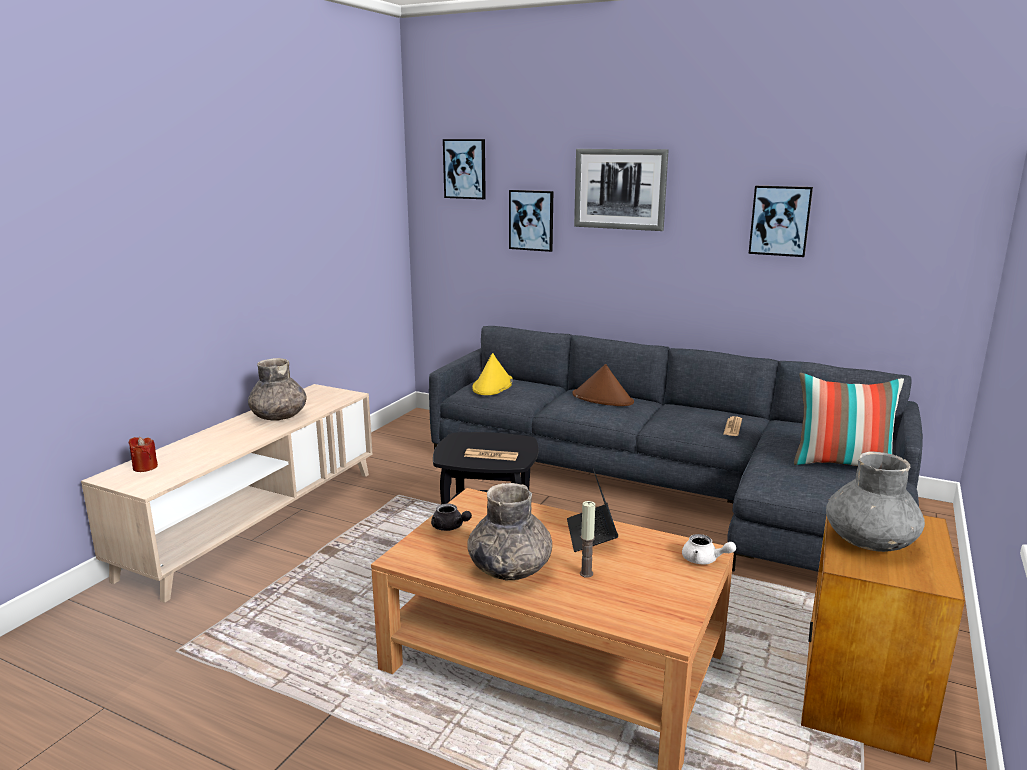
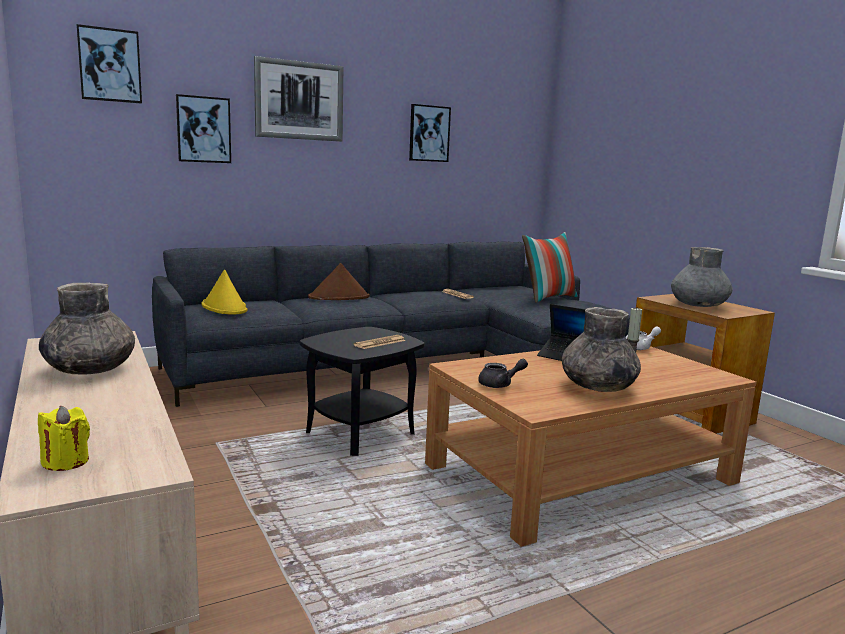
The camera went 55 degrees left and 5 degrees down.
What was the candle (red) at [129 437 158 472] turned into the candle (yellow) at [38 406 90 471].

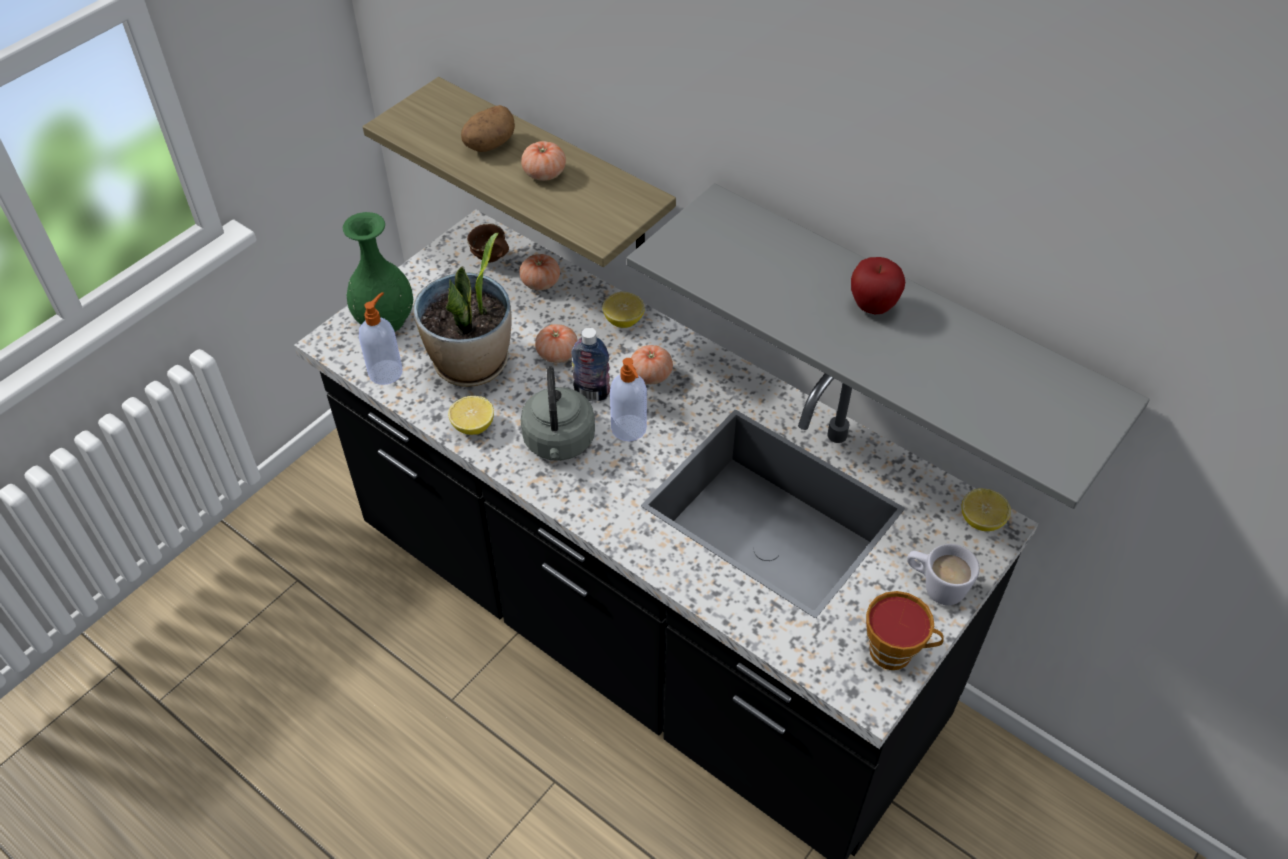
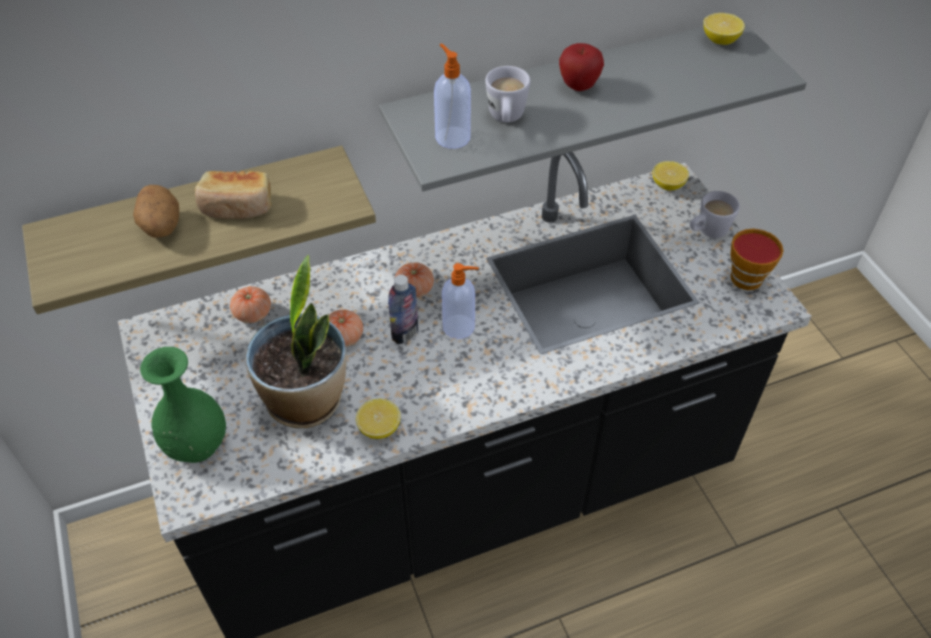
The camera went 60 degrees left and 0 degrees up.
Where the tomato stood at [521 141 566 181], the bread came to stand at [195 171 271 219].
The second view lost the mug (brown) at [467 223 509 263].
The soap dispenser ended up elsewhere, having gone from [359 292 403 385] to [434 43 471 149].
The lemon ended up elsewhere, having gone from [602 292 645 328] to [703 13 745 45].
The second view lost the kettle (grey) at [520 366 595 461].
The second view gained the mug (white) at [485 66 530 122].

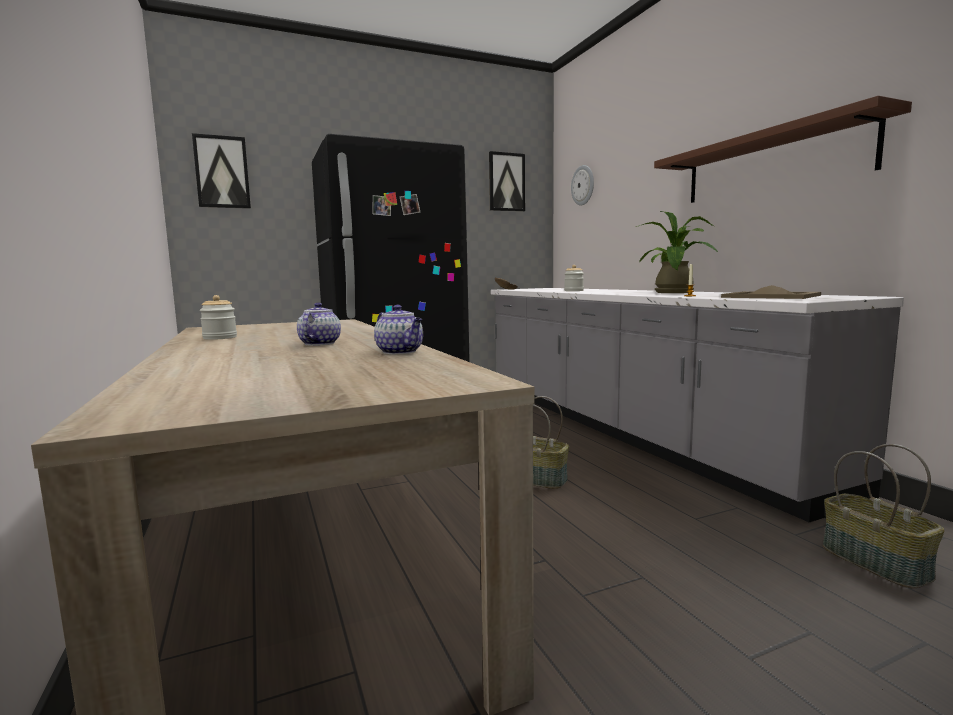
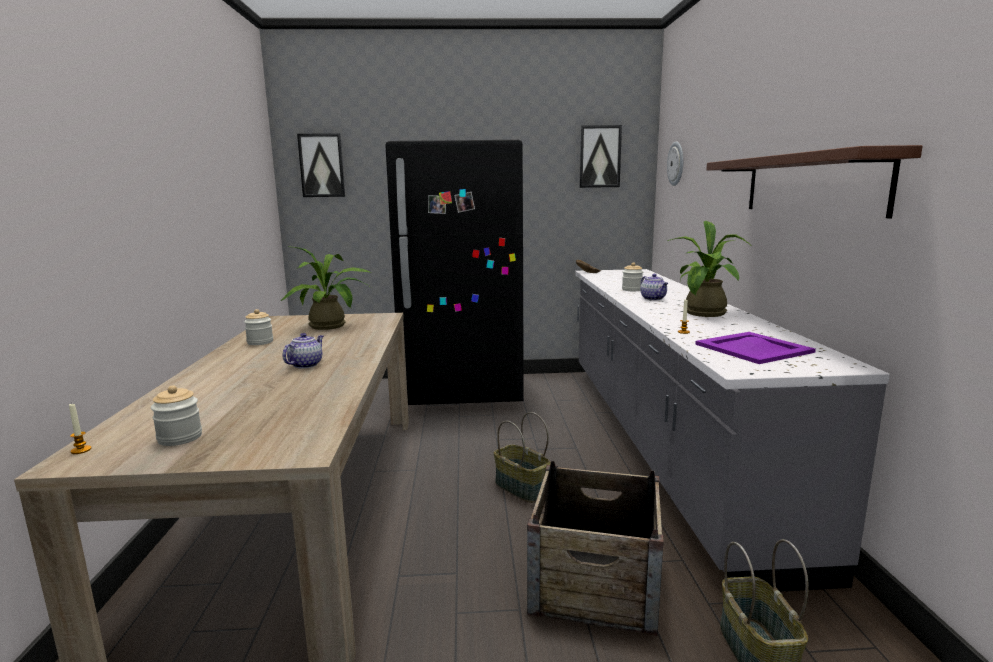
The camera went 20 degrees right and 5 degrees up.
What was the tray (beige) at [721 285 821 299] turned into the tray (purple) at [695 332 816 364].
The teapot ended up elsewhere, having gone from [374 305 423 354] to [640 274 668 300].
The second view gained the potted plant at [280 246 372 330].
The second view gained the jar at [151 385 202 446].
The second view gained the candle at [69 403 91 454].
The second view gained the crate at [527 461 664 636].

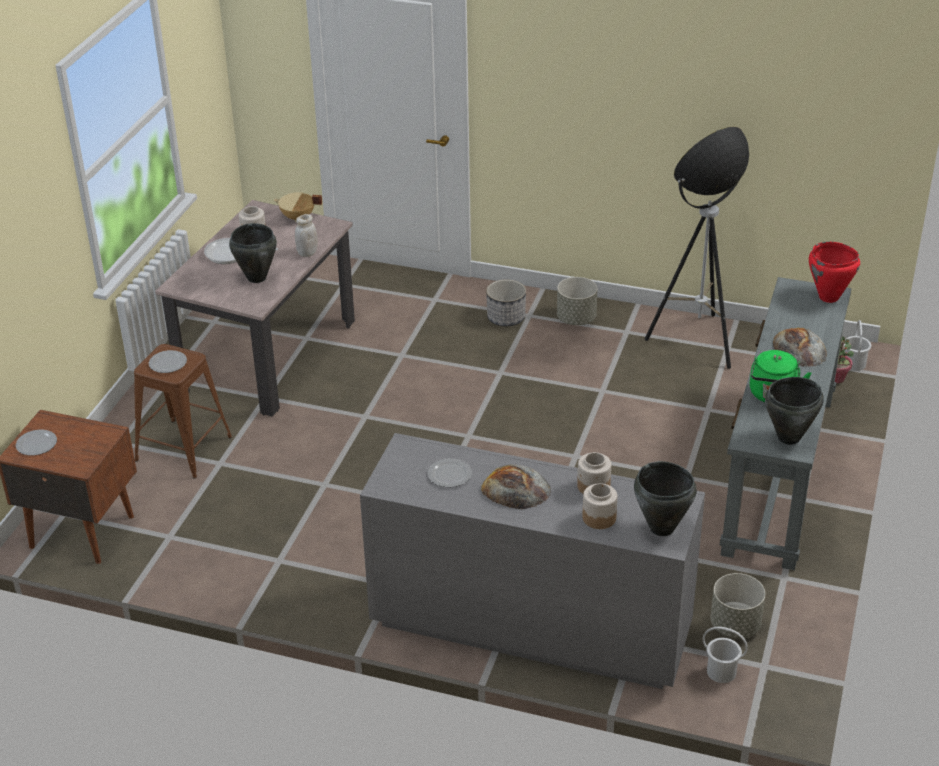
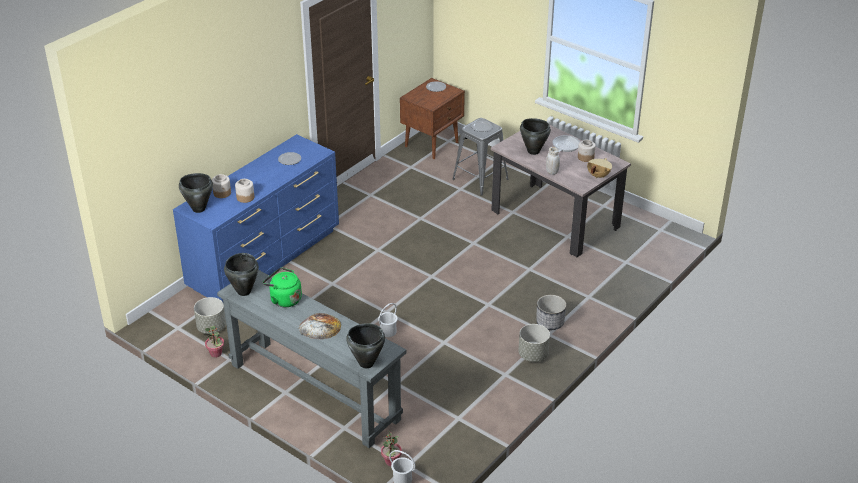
The camera went 110 degrees right and 0 degrees up.
The second view lost the floor lamp at [645 126 749 369].
What was the cooking pot (red) at [809 242 860 303] turned into the cooking pot (black) at [346 323 385 368].
What was the stool (brown) at [134 344 232 479] turned into the stool (grey) at [452 118 508 196].
What was the dresser (grey) at [360 433 705 689] turned into the dresser (blue) at [173 134 339 302].
The second view lost the bread at [481 465 551 509].
The bucket (white) ended up elsewhere, having gone from [703 627 748 683] to [378 303 398 337].
The second view gained the potted plant at [205 326 224 358].

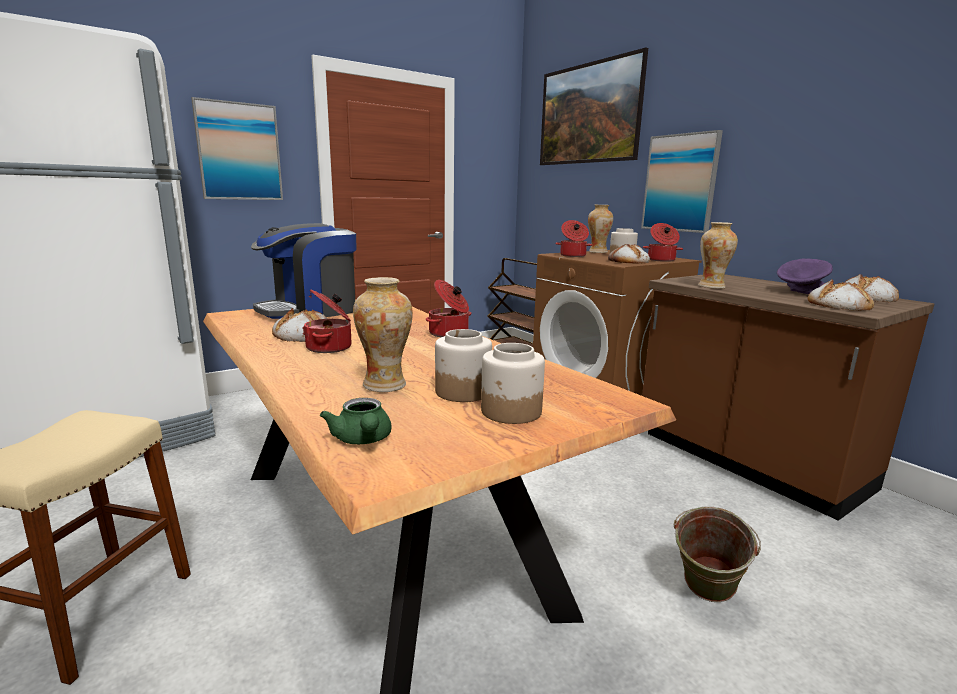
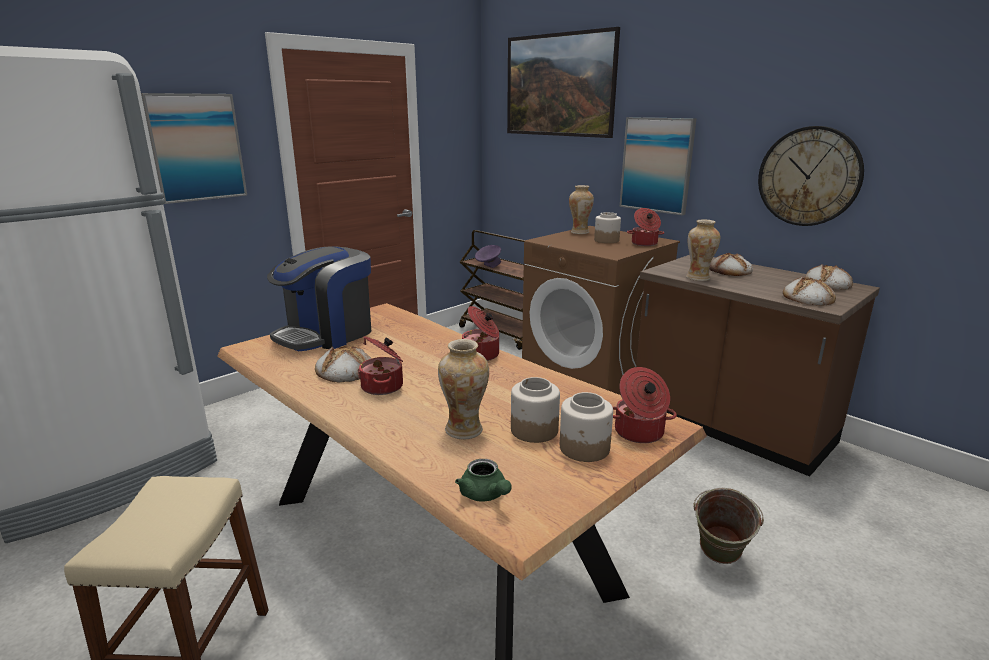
The camera went 10 degrees left and 5 degrees up.
The cooking pot ended up elsewhere, having gone from [555 220 593 257] to [613 367 677 443].
The bread ended up elsewhere, having gone from [608 244 650 264] to [709 253 753 276].
The bowl (purple) ended up elsewhere, having gone from [777 258 833 294] to [475 245 501 268].
The second view gained the wall clock at [758 126 864 226].

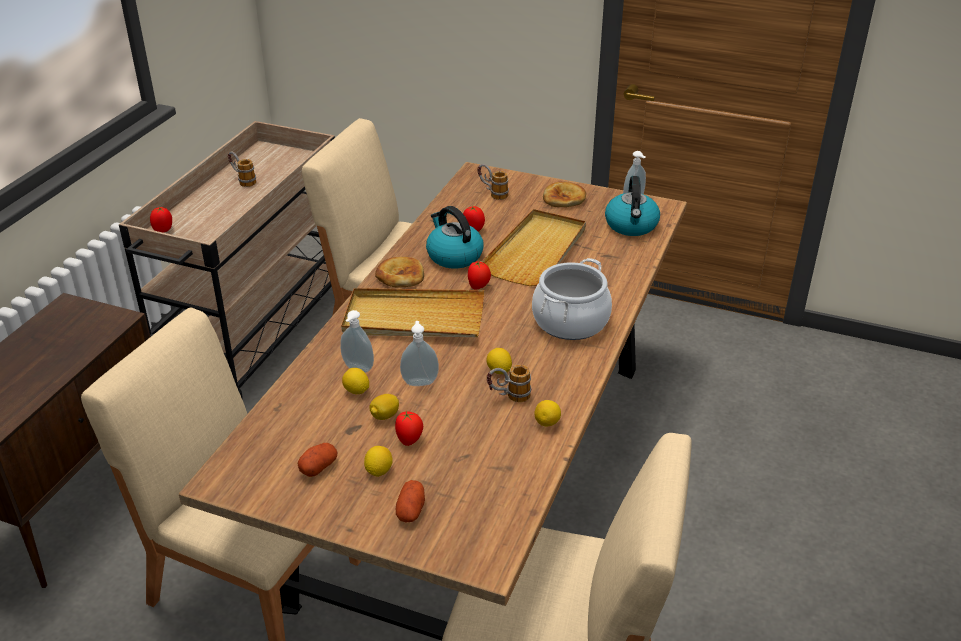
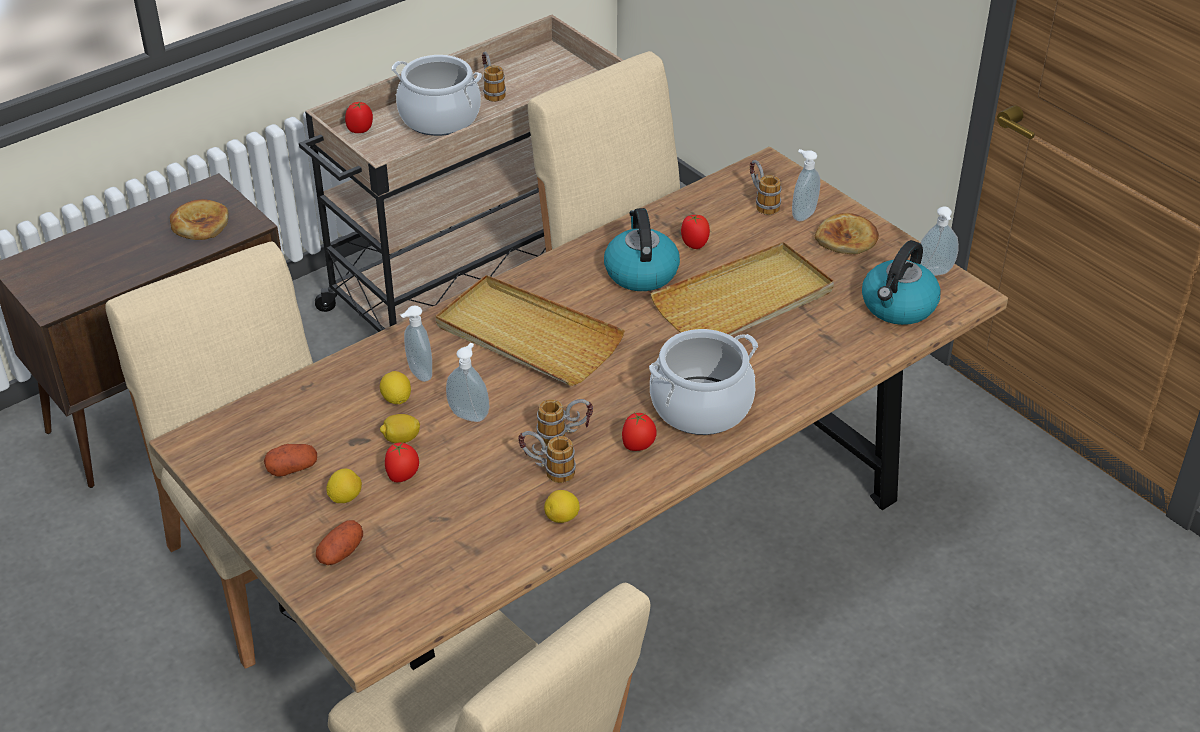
The camera went 30 degrees right and 5 degrees up.
The bread ended up elsewhere, having gone from [375 257 424 288] to [170 199 229 240].
The tomato ended up elsewhere, having gone from [468 261 491 290] to [622 413 656 451].
Where the lemon stood at [486 348 512 374], the mug came to stand at [536 399 593 445].
The second view gained the cooking pot at [392 55 482 136].
The second view gained the soap dispenser at [792 149 820 221].

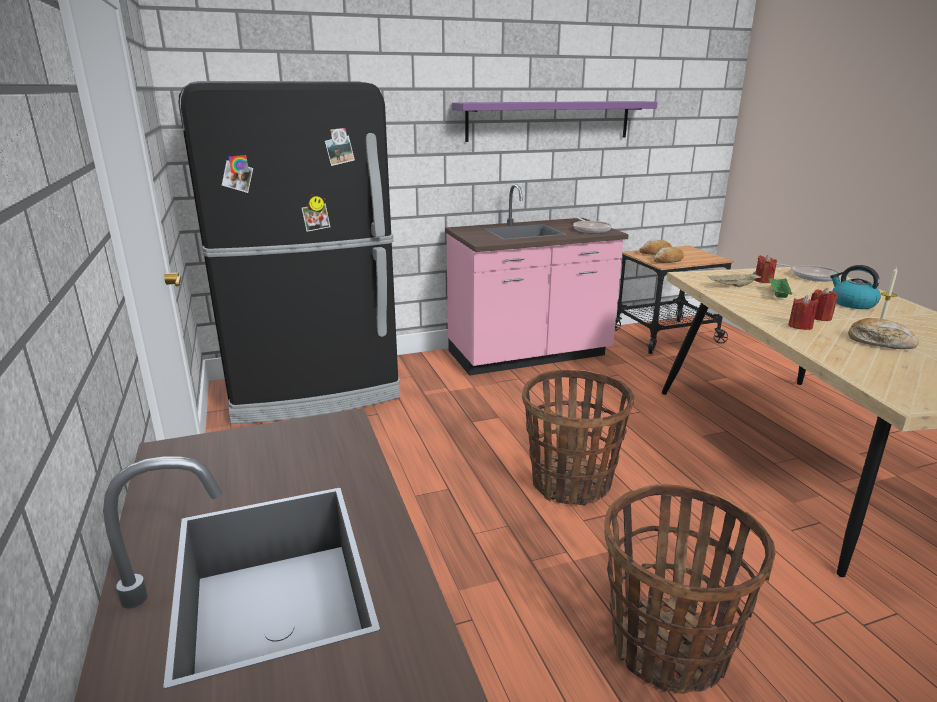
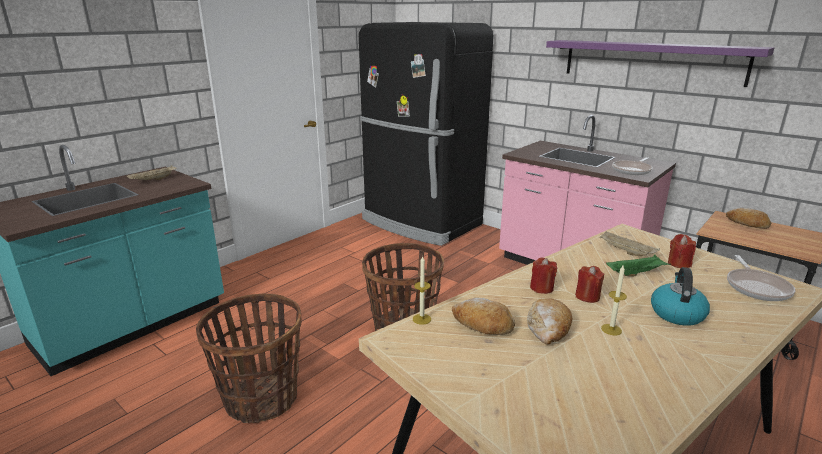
The camera went 60 degrees right and 0 degrees up.
The bread ended up elsewhere, having gone from [653 247 684 263] to [452 298 515 335].
The second view gained the tray (beige) at [126 165 177 180].
The second view gained the candle at [413 256 431 325].

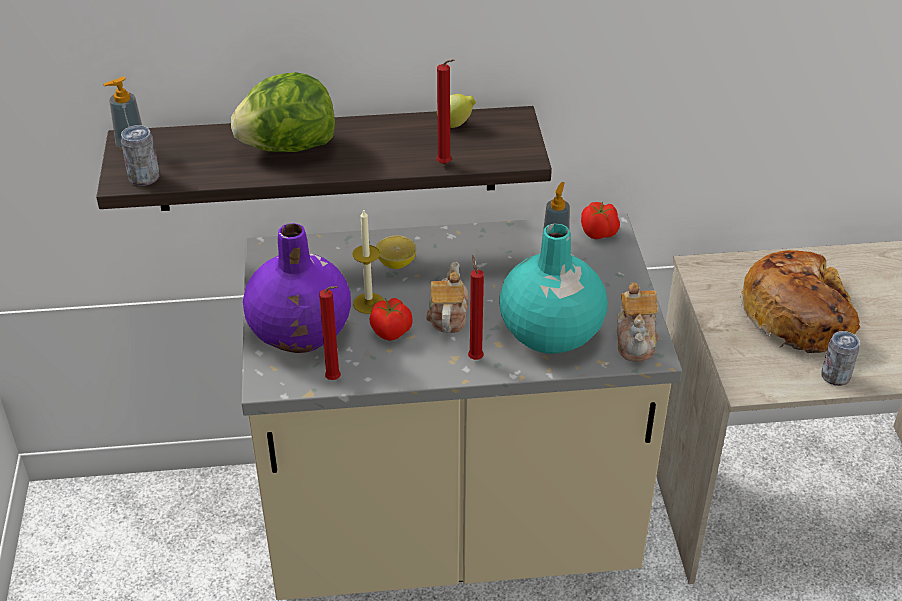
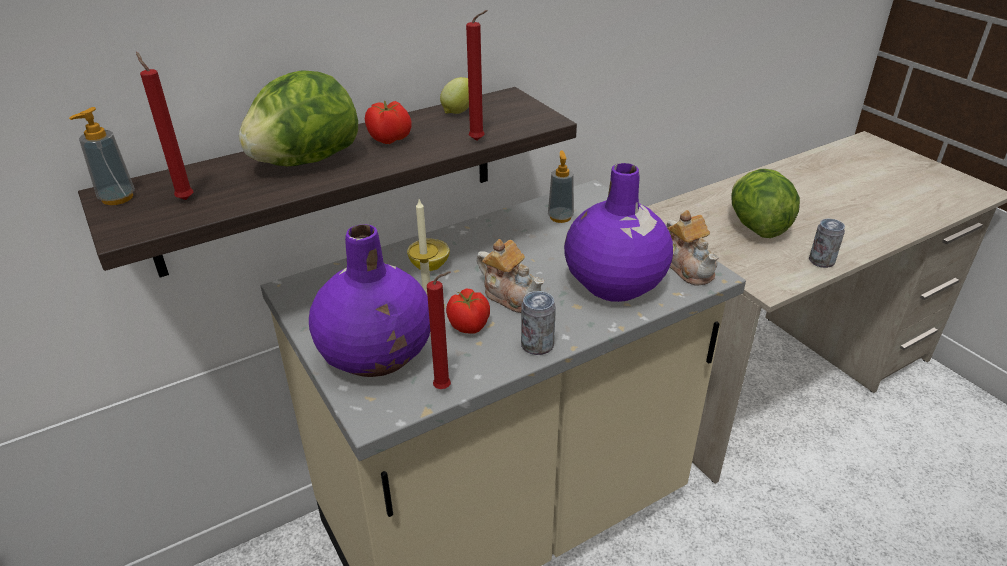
The camera went 25 degrees left and 5 degrees down.
The can ended up elsewhere, having gone from [121 125 160 186] to [521 291 556 355].
The tomato ended up elsewhere, having gone from [581 201 620 239] to [365 101 412 144].
What was the vase (turquoise) at [499 223 608 354] turned into the vase (purple) at [564 163 673 302].
Where the bread stood at [741 250 861 353], the lettuce came to stand at [731 169 800 238].
The candle (red) ended up elsewhere, having gone from [468 255 484 360] to [136 52 193 200].
The teapot at [426 262 469 333] ended up facing another way, 150 degrees clockwise from before.

